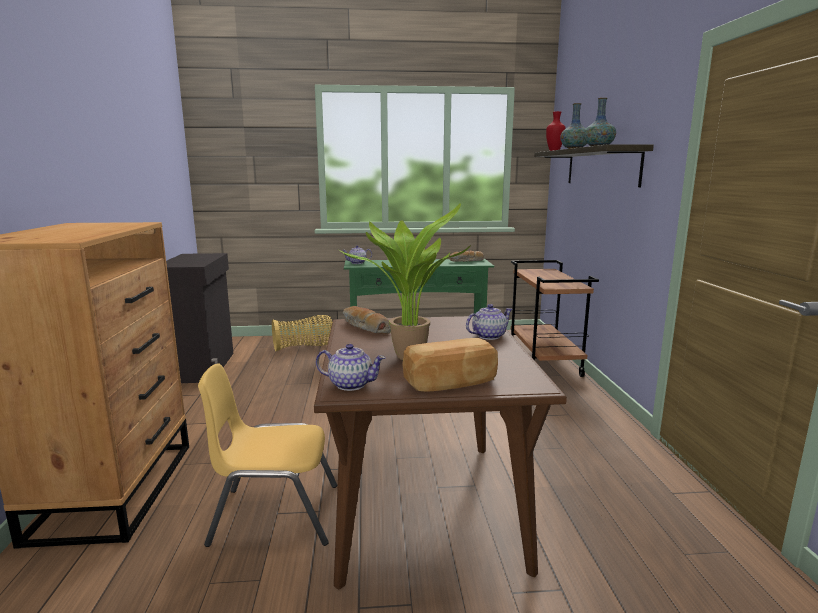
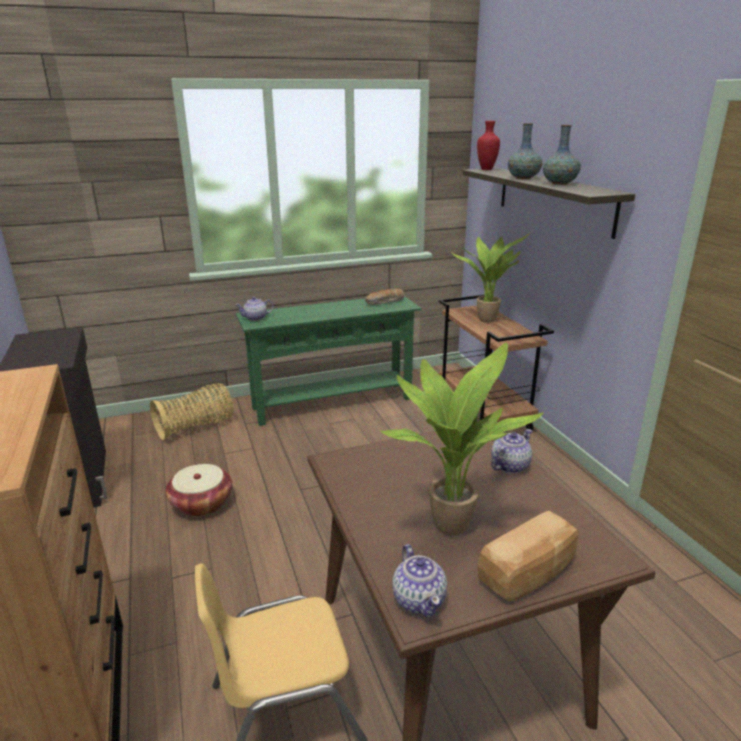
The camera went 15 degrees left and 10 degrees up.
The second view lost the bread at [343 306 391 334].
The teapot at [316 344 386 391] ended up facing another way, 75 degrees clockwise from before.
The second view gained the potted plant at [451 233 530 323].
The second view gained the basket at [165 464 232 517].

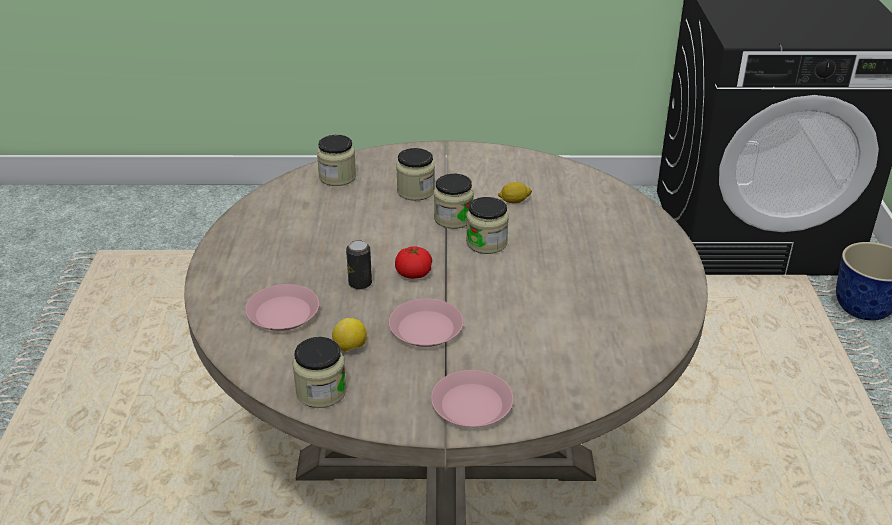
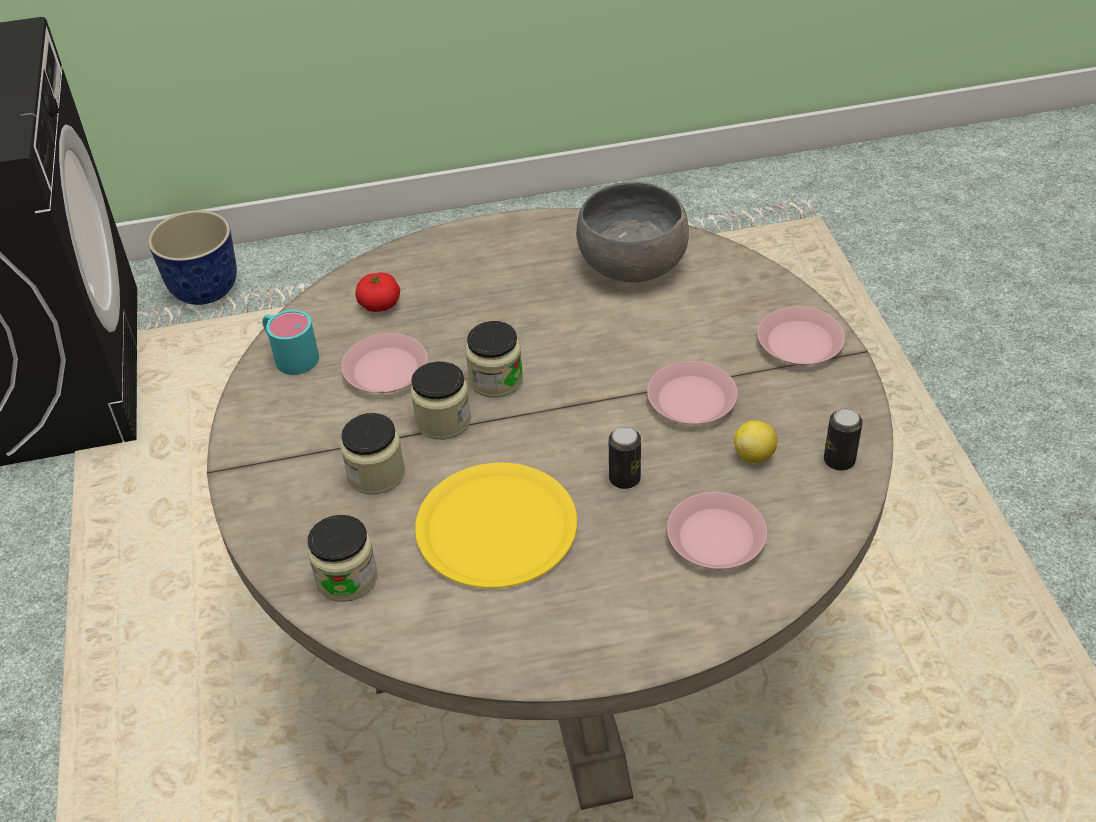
The camera went 100 degrees left and 10 degrees up.
Where the lemon stood at [498 182 532 203], the plate (pink) came to stand at [341 333 428 393].
The tomato ended up elsewhere, having gone from [395 246 432 279] to [355 272 400 312].
Where the jar stood at [293 337 346 408], the can came to stand at [824 408 863 471].
The second view gained the bowl (grey) at [576 182 689 283].
The second view gained the mug (turquoise) at [262 310 319 375].
The second view gained the plate (yellow) at [415 463 577 588].

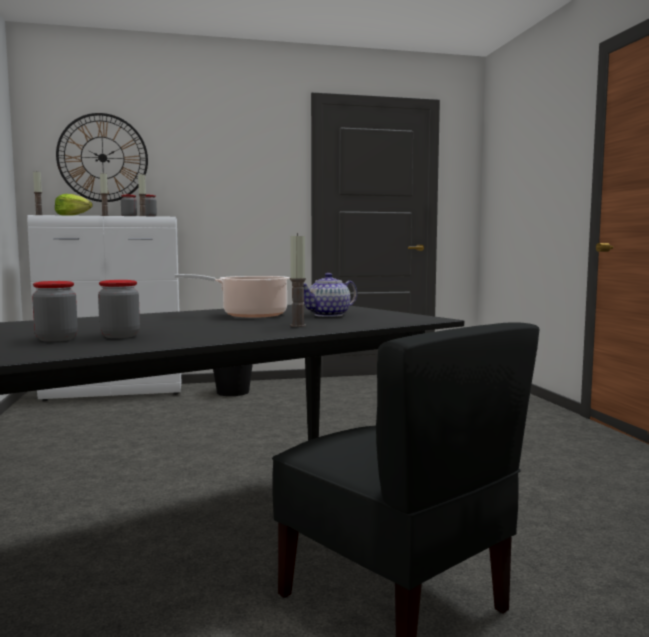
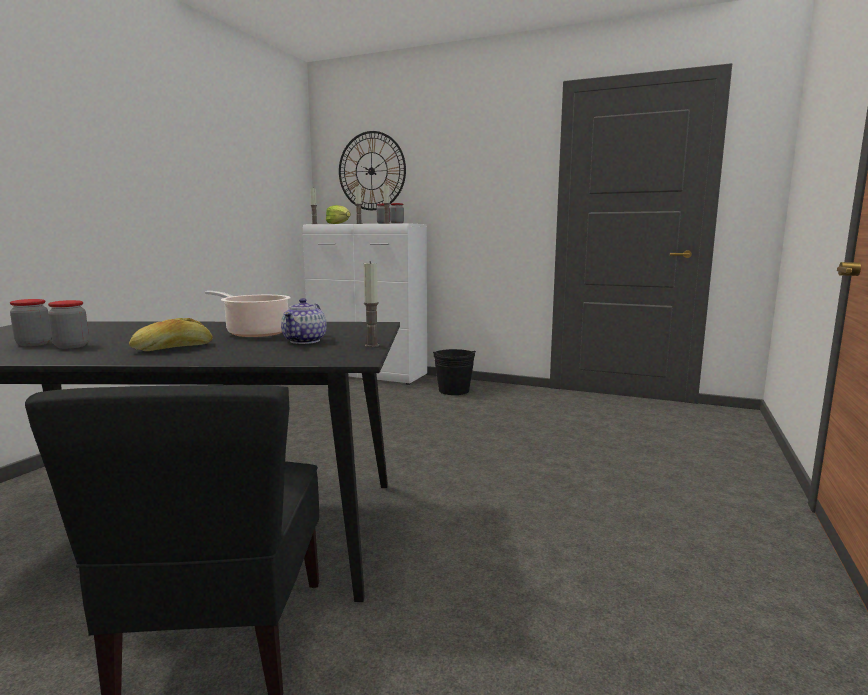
The camera went 35 degrees right and 5 degrees up.
The candle ended up elsewhere, having gone from [290 233 306 327] to [364 261 379 347].
The teapot at [303 273 357 317] ended up facing another way, 75 degrees counterclockwise from before.
The second view gained the bread at [129 318 213 351].

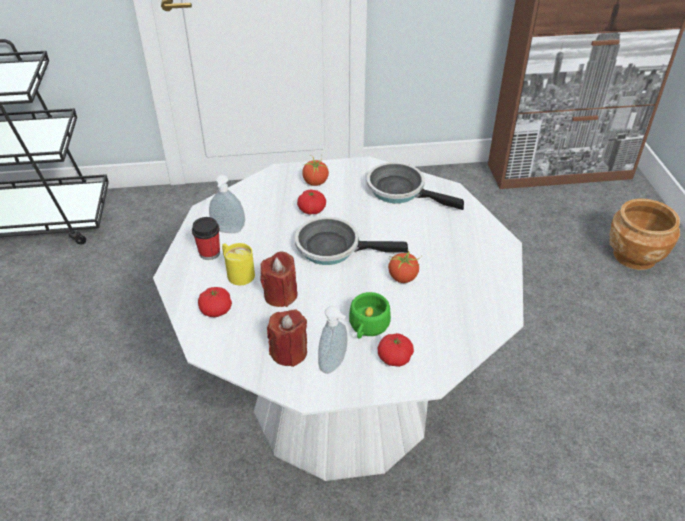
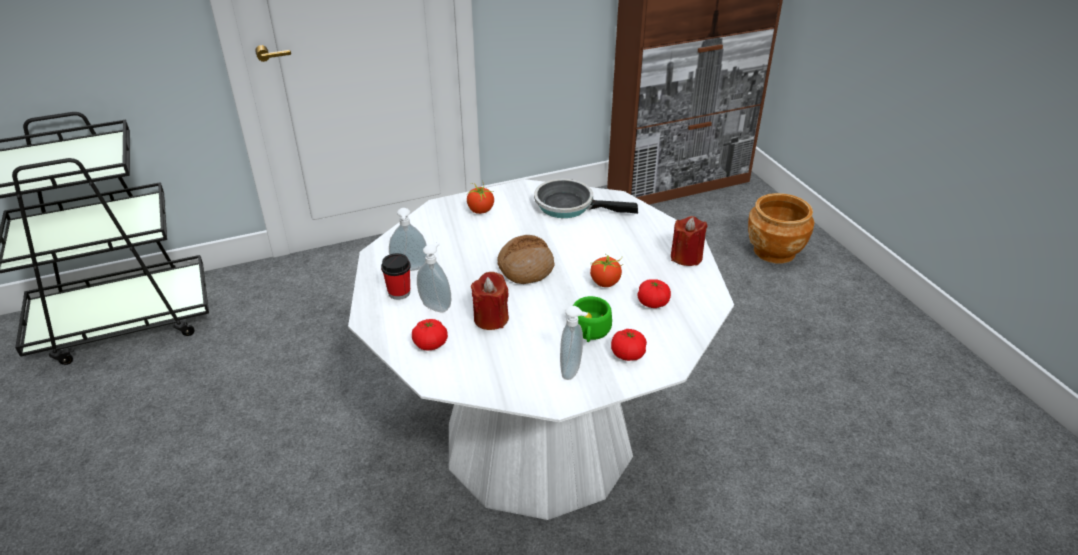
The camera went 15 degrees left and 5 degrees down.
The tomato ended up elsewhere, having gone from [297 189 326 215] to [637 279 671 308].
Where the frying pan stood at [295 217 408 265], the bread came to stand at [497 235 555 284].
Where the mug (yellow) stood at [222 243 255 285], the soap dispenser came to stand at [417 242 452 313].
The candle (red) ended up elsewhere, having gone from [267 309 307 367] to [671 216 708 266].

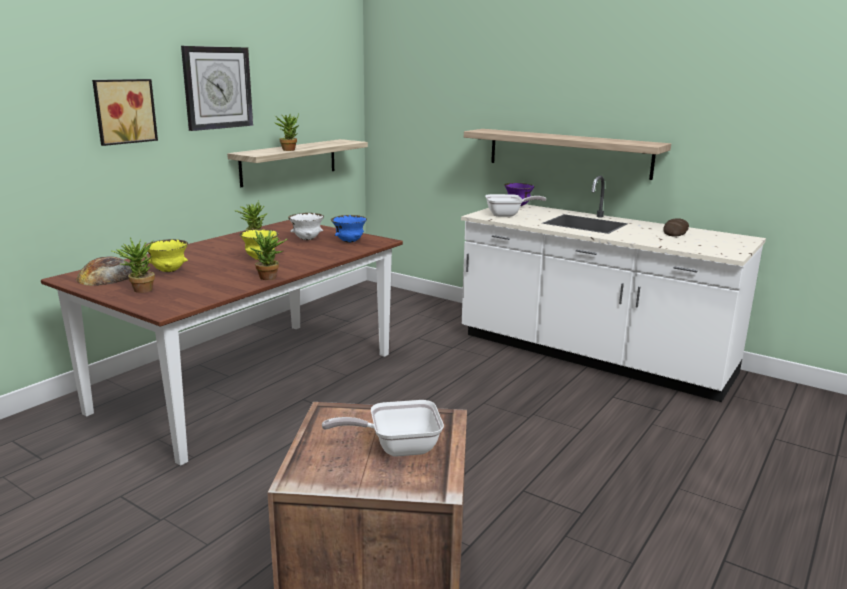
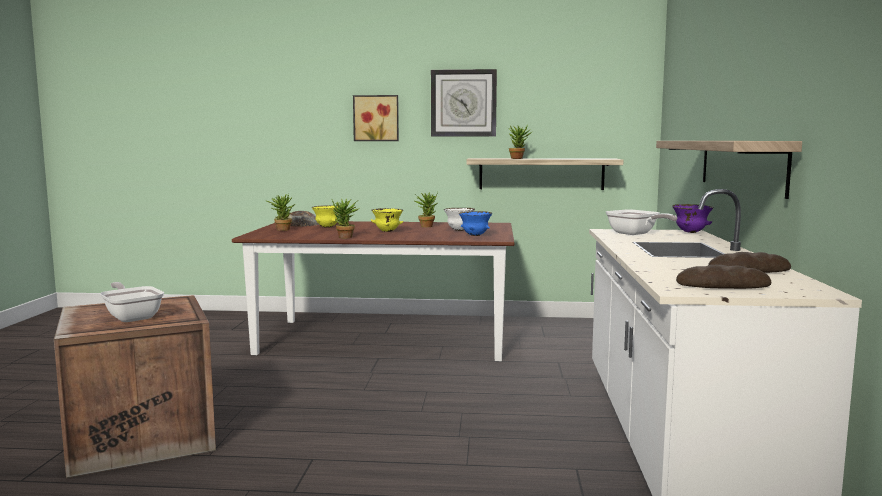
The camera went 60 degrees right and 10 degrees down.
The second view gained the bread at [676 265 771 289].

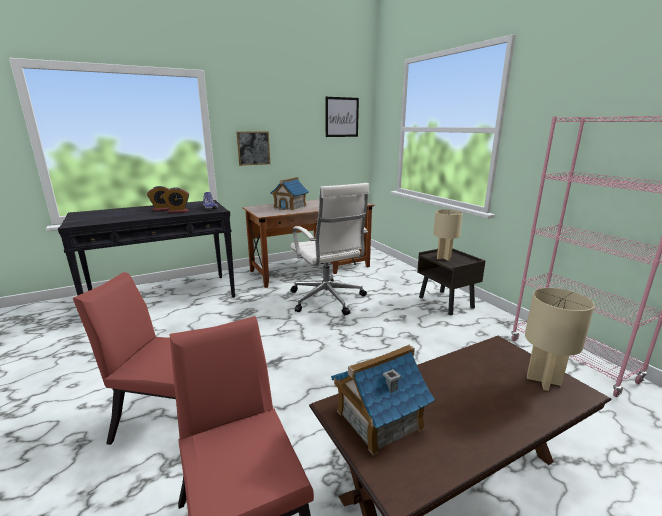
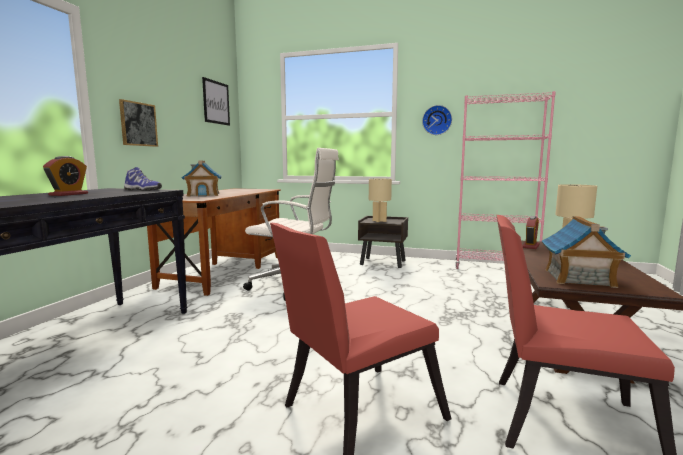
The camera went 45 degrees left and 10 degrees down.
The alarm clock ended up elsewhere, having gone from [162 187 189 213] to [522 216 540 249].
The second view gained the wall clock at [422 105 452 135].

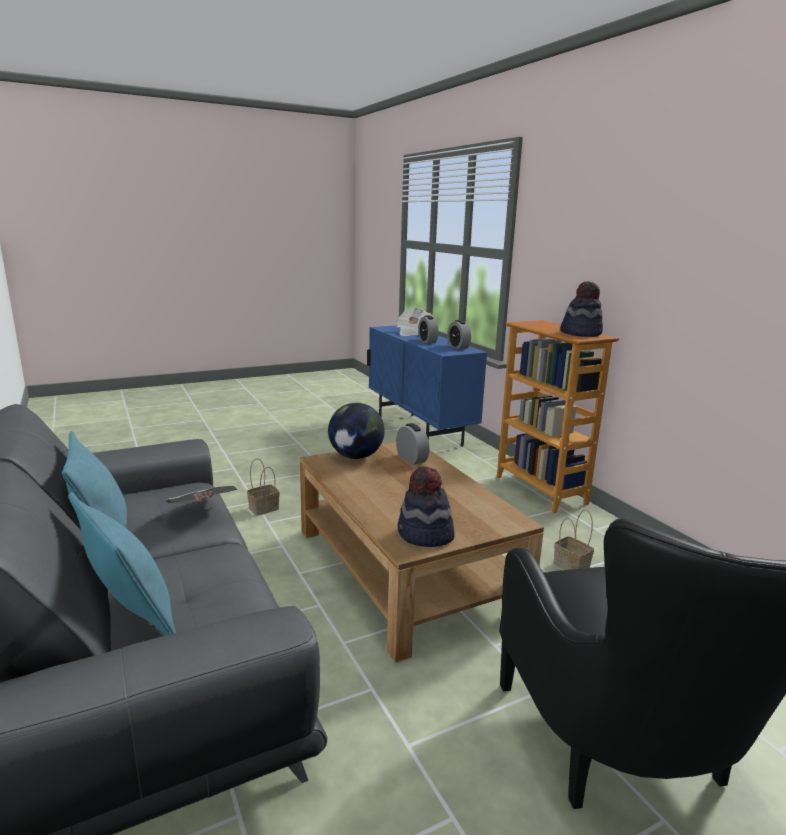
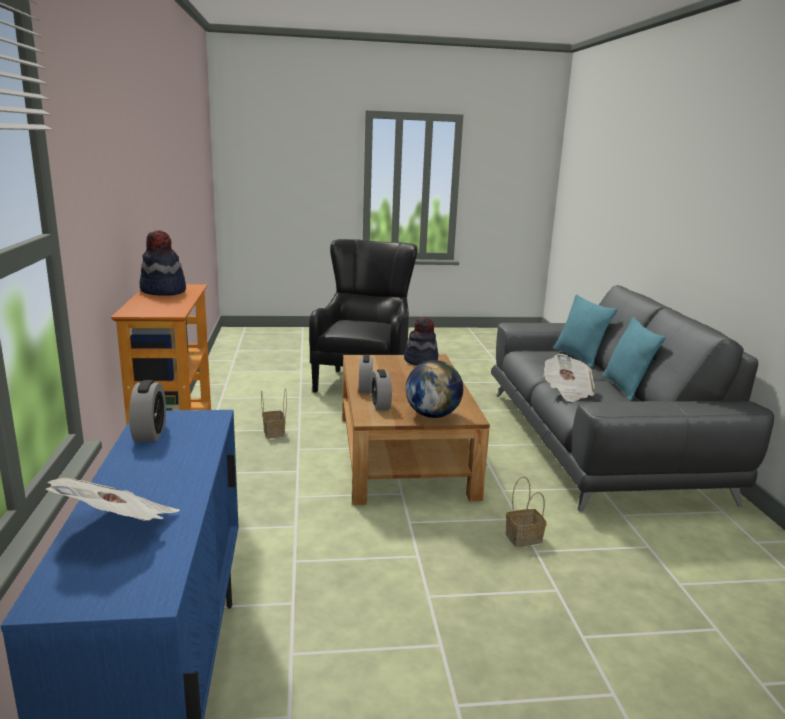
The camera went 160 degrees left and 0 degrees up.
The alarm clock ended up elsewhere, having gone from [418 315 438 343] to [359 355 373 393].

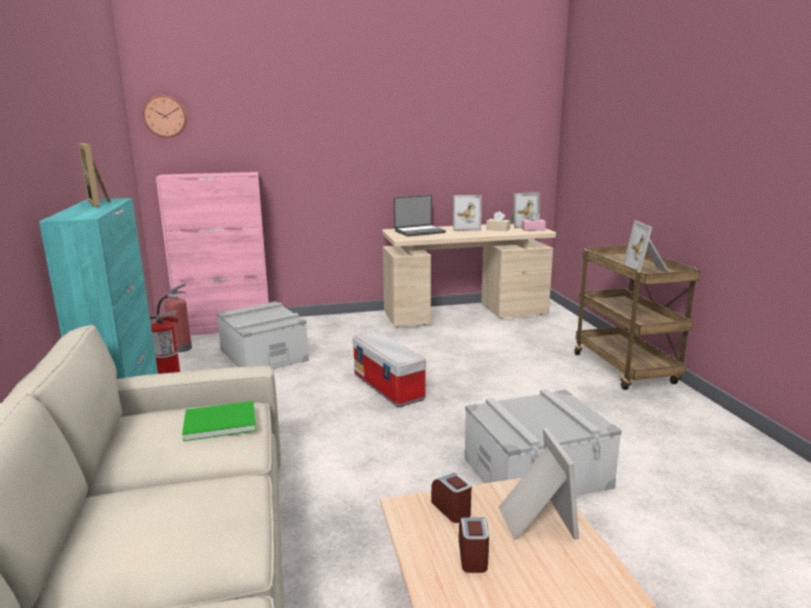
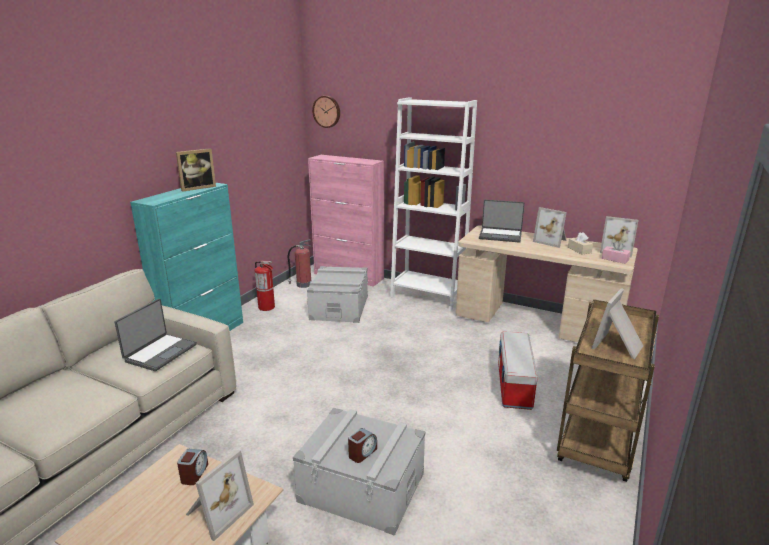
The camera went 40 degrees right and 5 degrees up.
The picture frame at [78 143 111 207] ended up facing another way, 135 degrees counterclockwise from before.
The storage box ended up elsewhere, having gone from [353 331 426 407] to [498 332 538 410].
Where the book (green) stood at [182 401 256 441], the laptop came to stand at [115 299 197 371].
The alarm clock ended up elsewhere, having gone from [459 517 489 573] to [348 428 377 463].
The second view gained the bookcase (white) at [390 97 477 311].

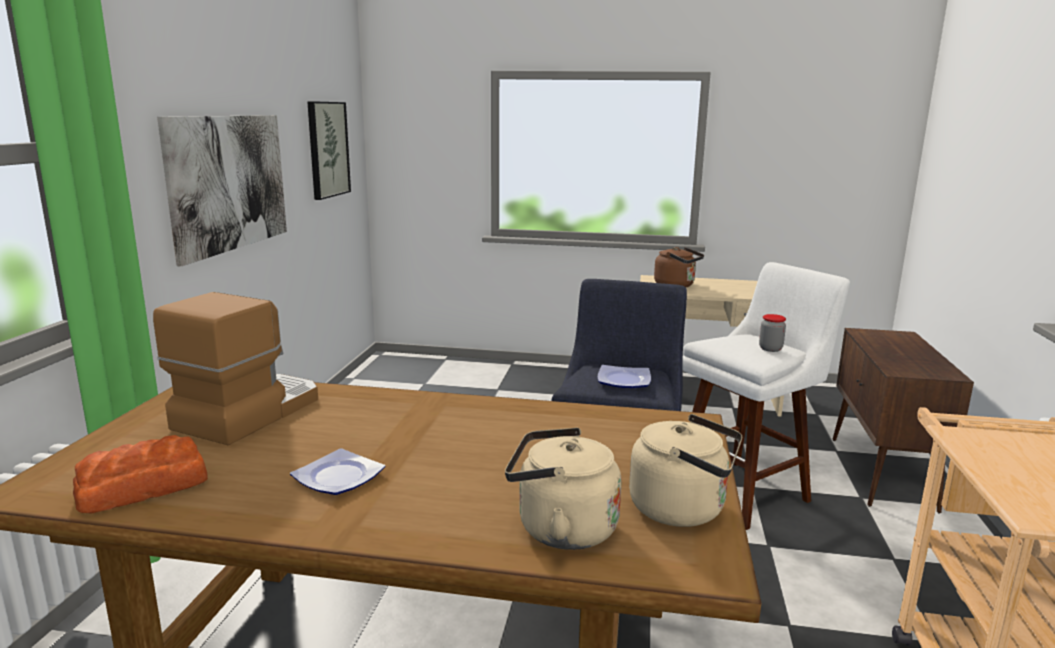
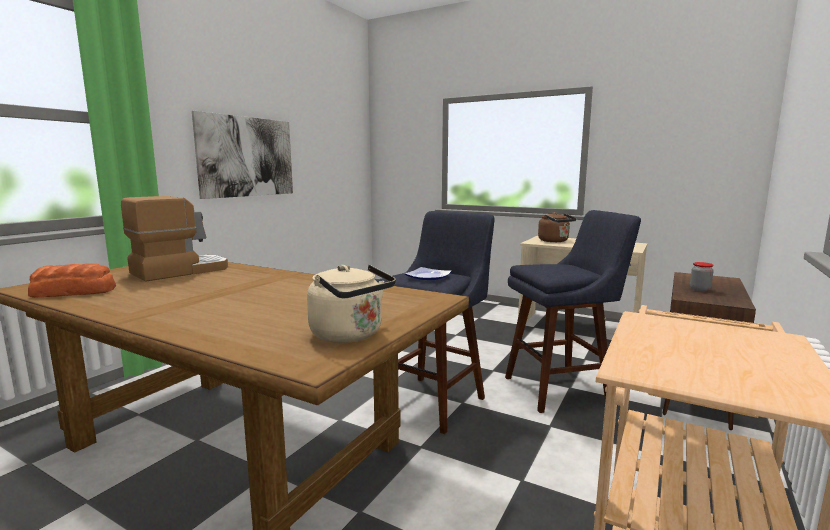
The camera went 20 degrees right and 5 degrees down.
The second view lost the picture at [307 101 351 200].
What was the stool (white) at [682 262 850 530] turned into the stool (blue) at [505 210 641 413].
The jar ended up elsewhere, having gone from [759 314 786 352] to [690 262 714 292].
The second view lost the kettle (beige) at [505 427 621 550].
The second view lost the plate at [290 448 385 495].

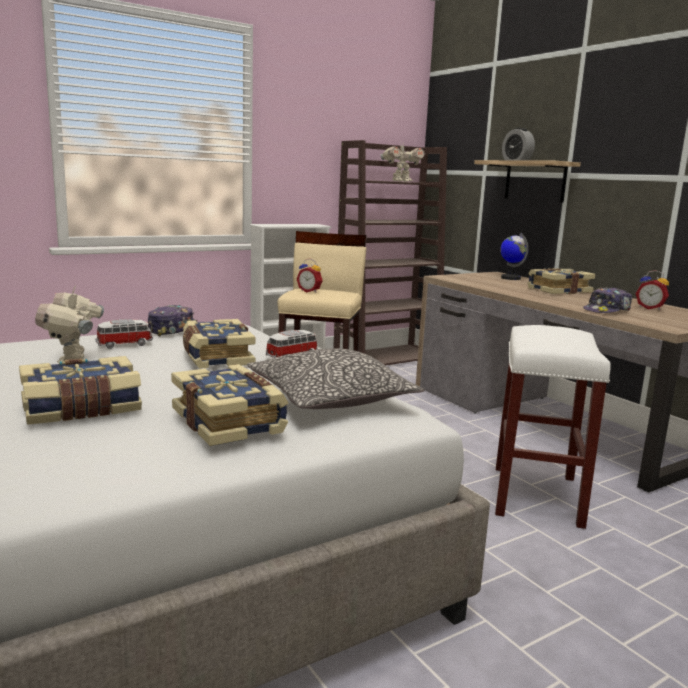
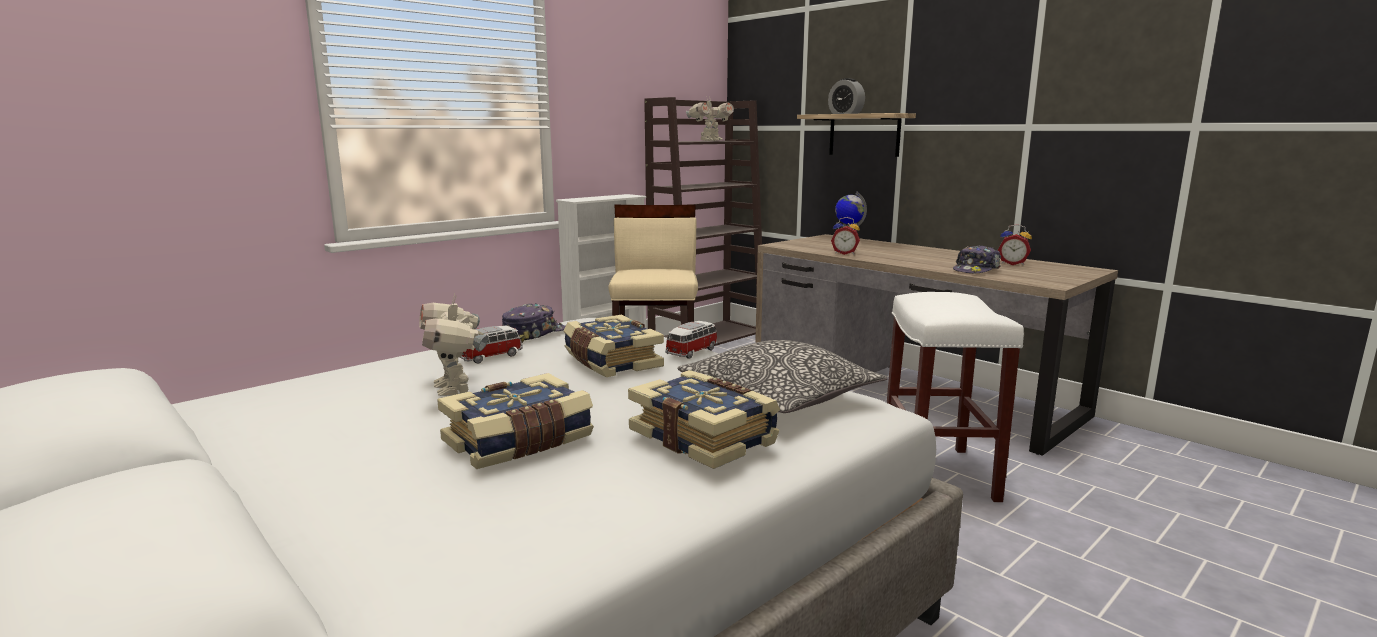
The camera went 10 degrees left and 0 degrees up.
The alarm clock ended up elsewhere, having gone from [296 259 323 293] to [831 217 860 255].
The second view lost the book at [527 268 595 294].

